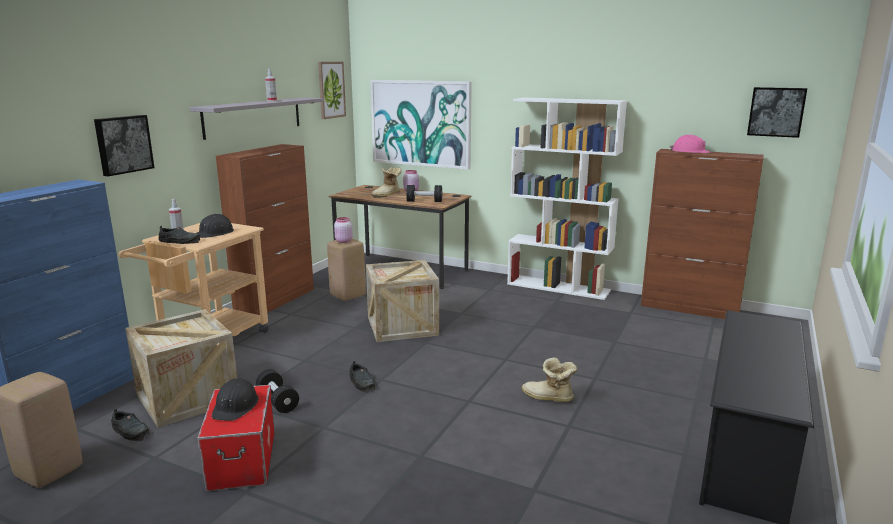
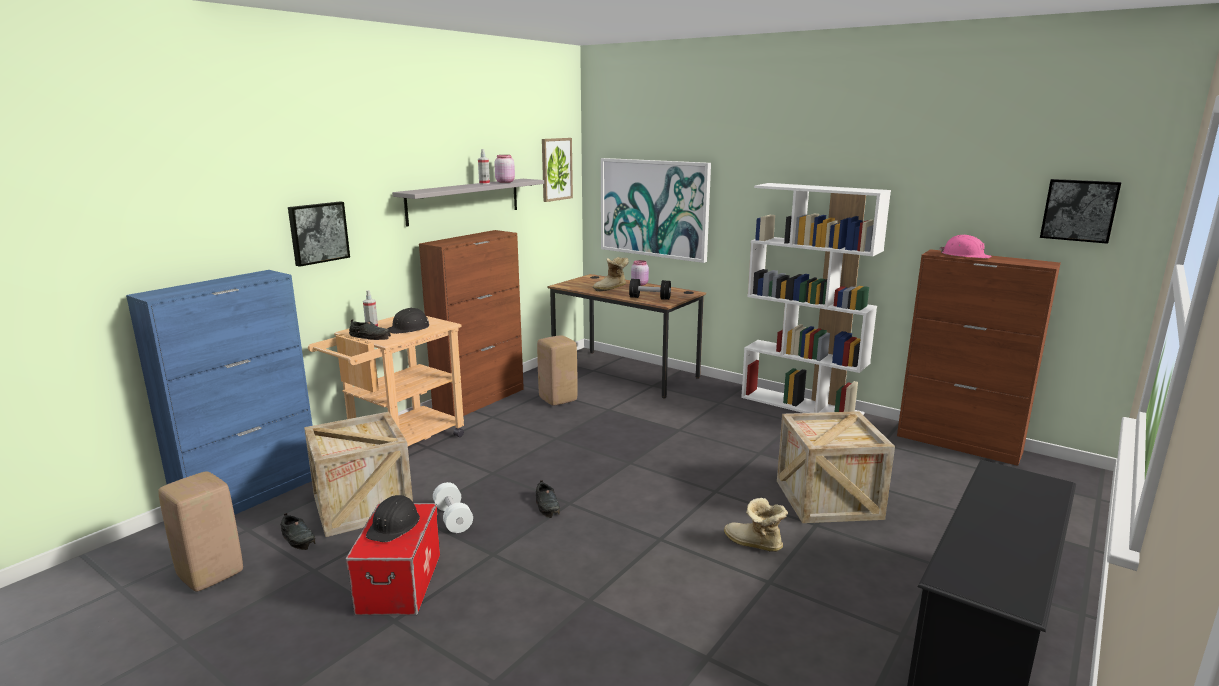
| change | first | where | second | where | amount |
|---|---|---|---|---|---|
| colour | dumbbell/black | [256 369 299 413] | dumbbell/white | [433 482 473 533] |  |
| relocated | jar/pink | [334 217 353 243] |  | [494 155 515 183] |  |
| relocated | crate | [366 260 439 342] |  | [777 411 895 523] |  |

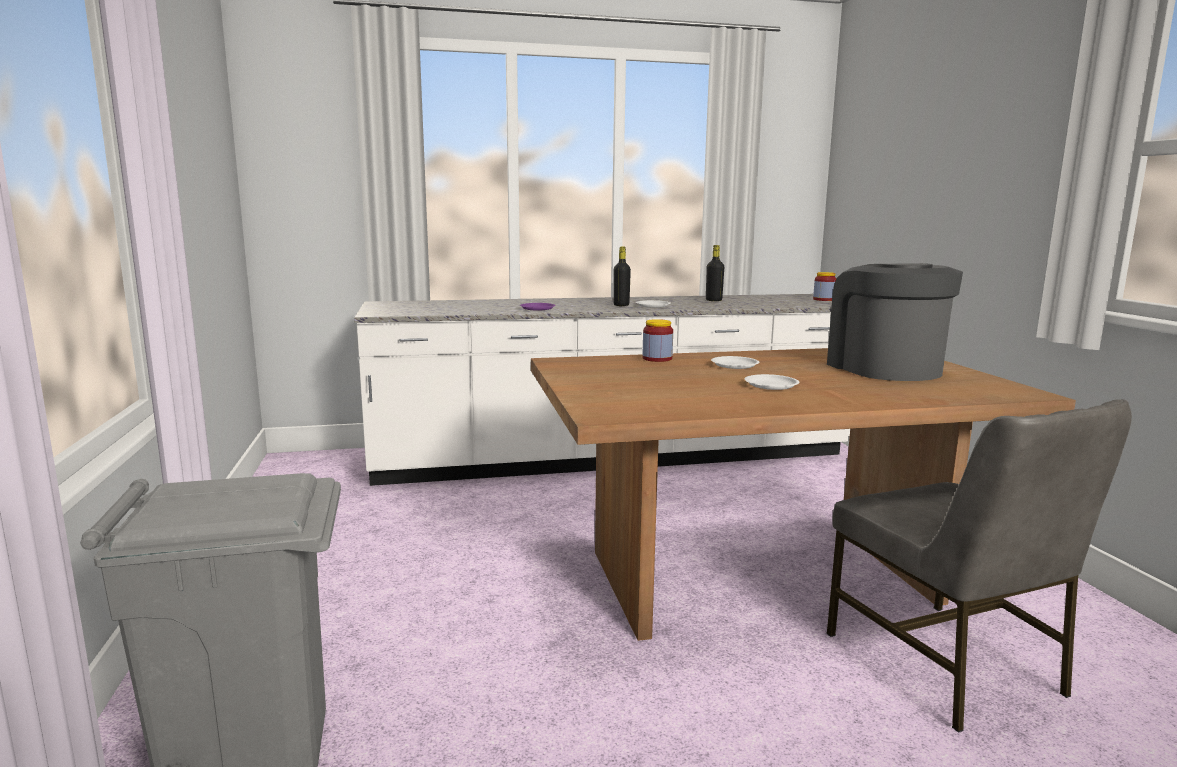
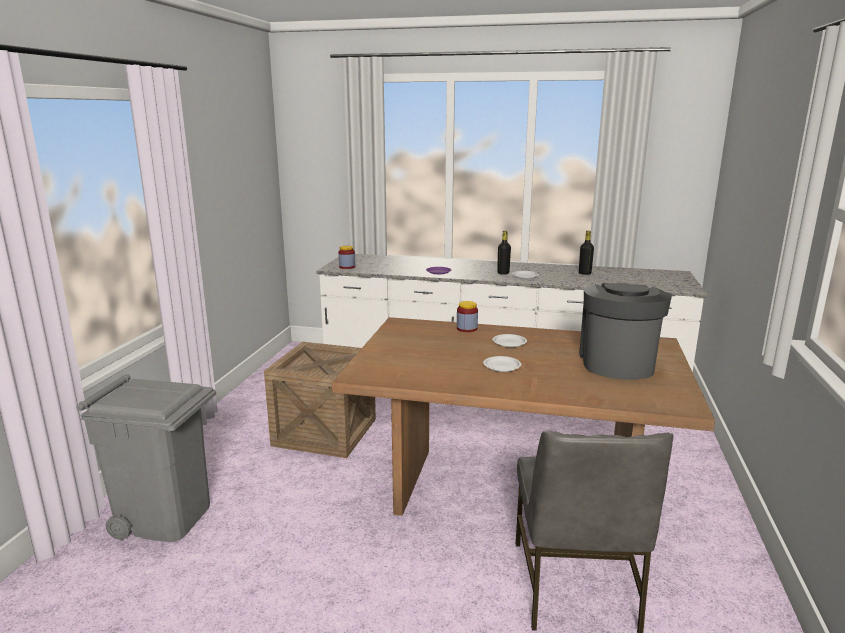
| change | first | where | second | where | amount |
|---|---|---|---|---|---|
| relocated | jar | [813 272 836 301] |  | [339 246 355 269] |  |
| appeared |  |  | crate | [264 342 376 458] |  |

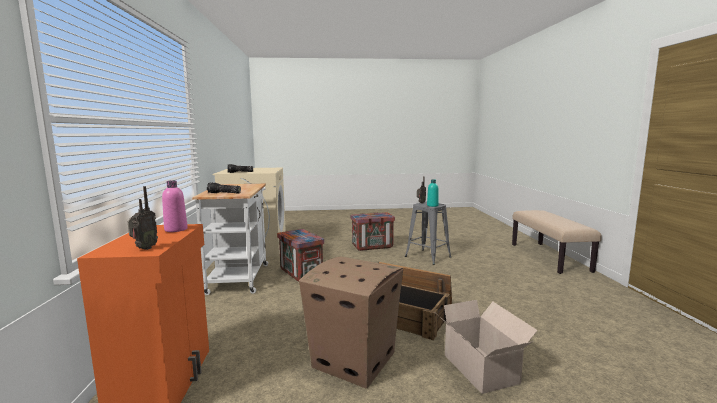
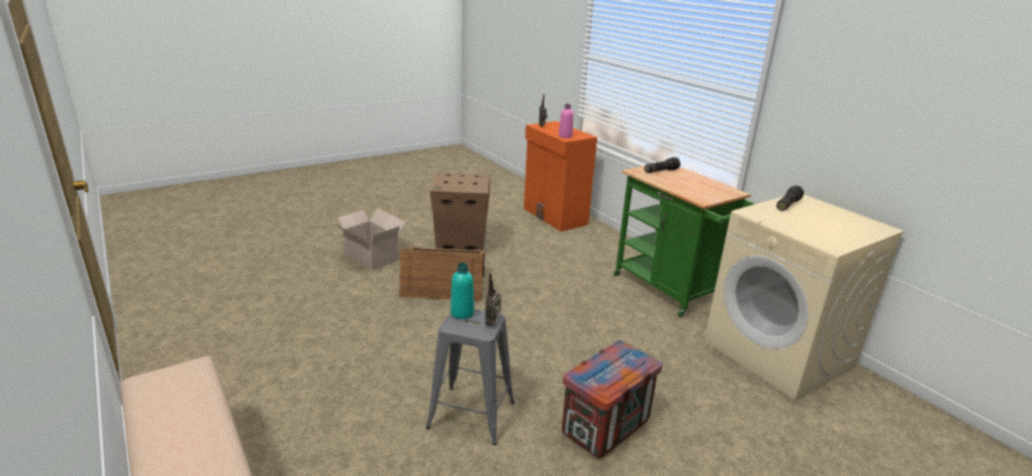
| change | first | where | second | where | amount |
|---|---|---|---|---|---|
| colour | cart/white | [192 184 268 295] | cart/green | [614 166 756 317] |  |
| missing | crate | [277 229 324 282] |  |  |  |

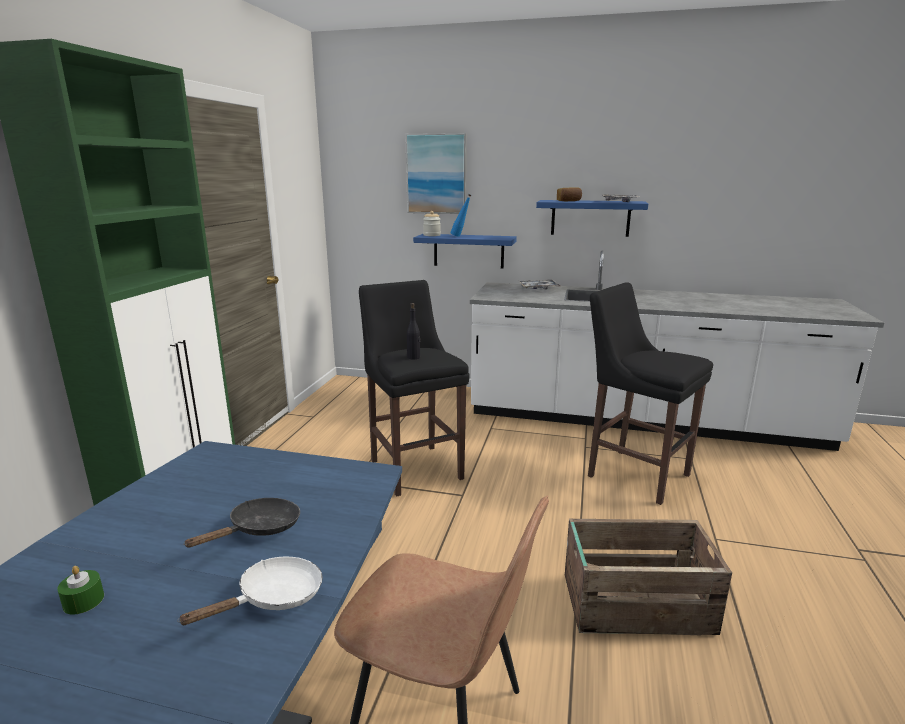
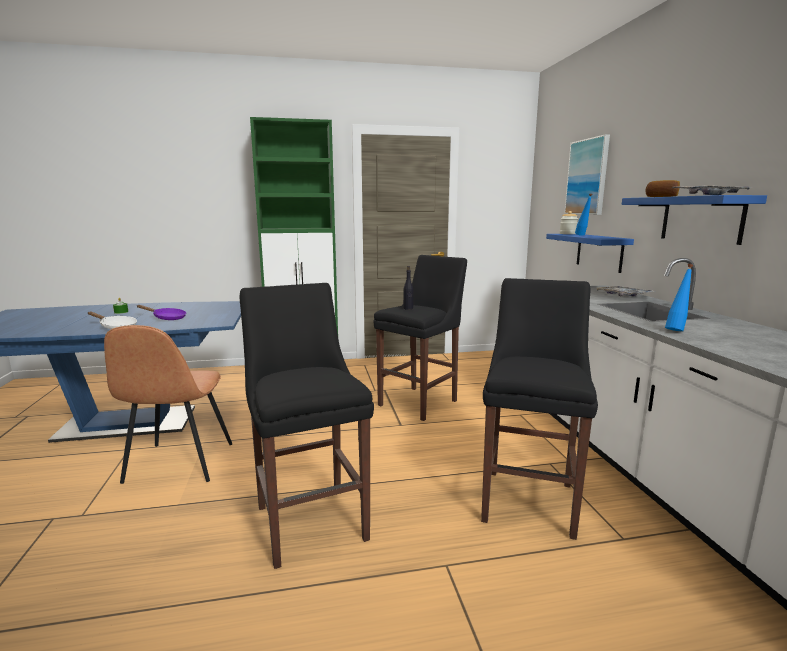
| change | first | where | second | where | amount |
|---|---|---|---|---|---|
| colour | frying pan/black | [183 498 300 548] | frying pan/purple | [137 305 186 320] |  |
| exchanged | crate | [565 519 732 635] | stool/black | [240 283 374 569] |  |
| appeared |  |  | bottle/blue | [665 264 693 331] |  |

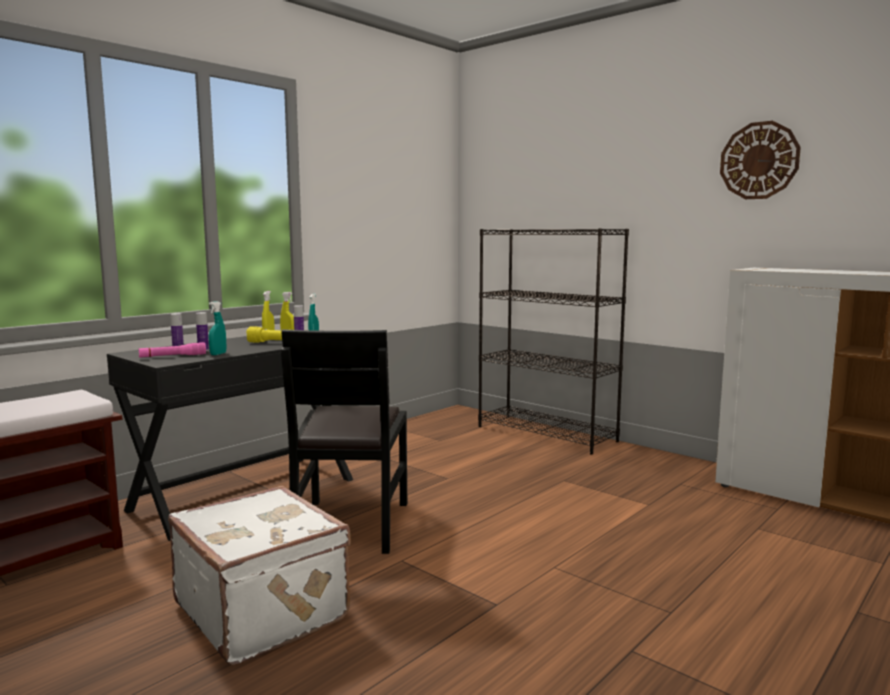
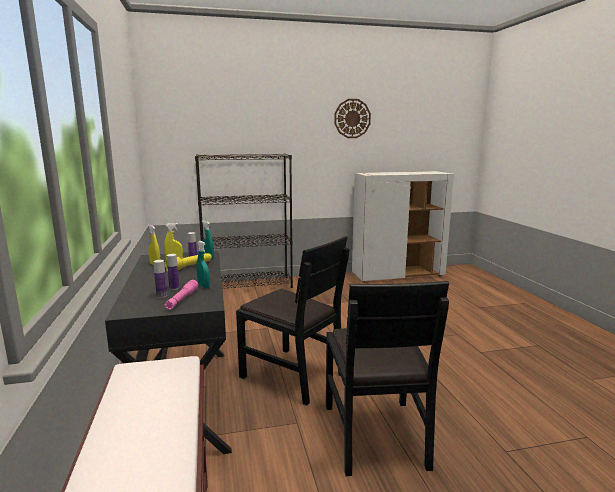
| change | first | where | second | where | amount |
|---|---|---|---|---|---|
| exchanged | suitcase/white | [168 486 351 665] | chair/black | [326 281 449 476] |  |

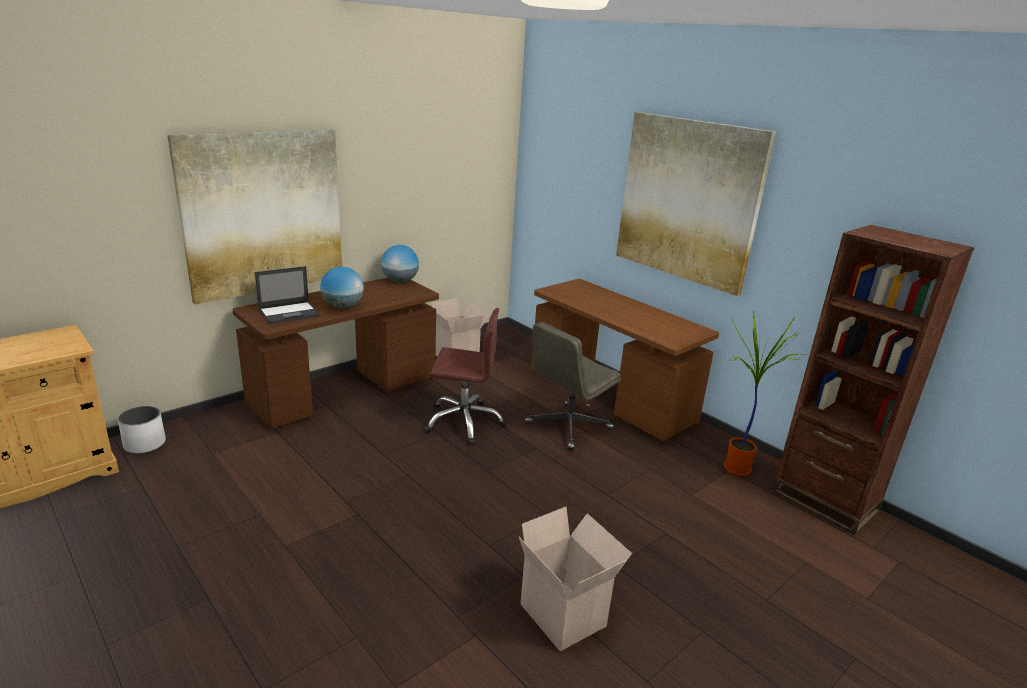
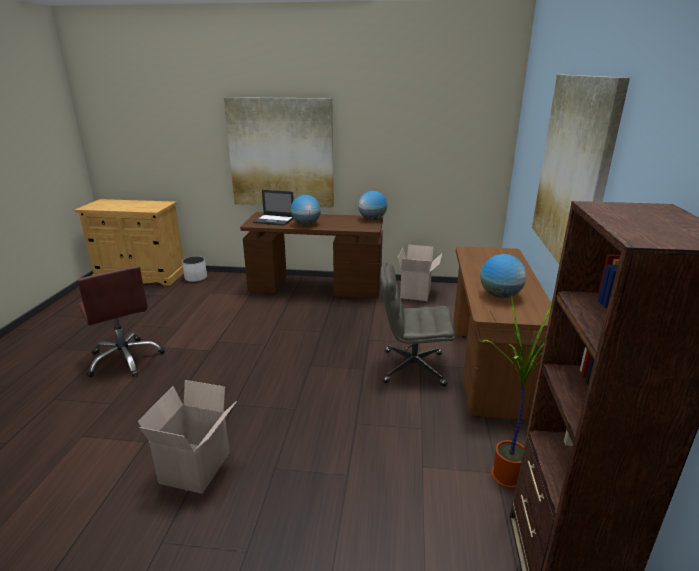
| change | first | where | second | where | amount |
|---|---|---|---|---|---|
| relocated | office chair/brown | [424 308 507 445] |  | [78 266 165 378] |  |
| appeared |  |  | globe | [480 254 527 298] |  |

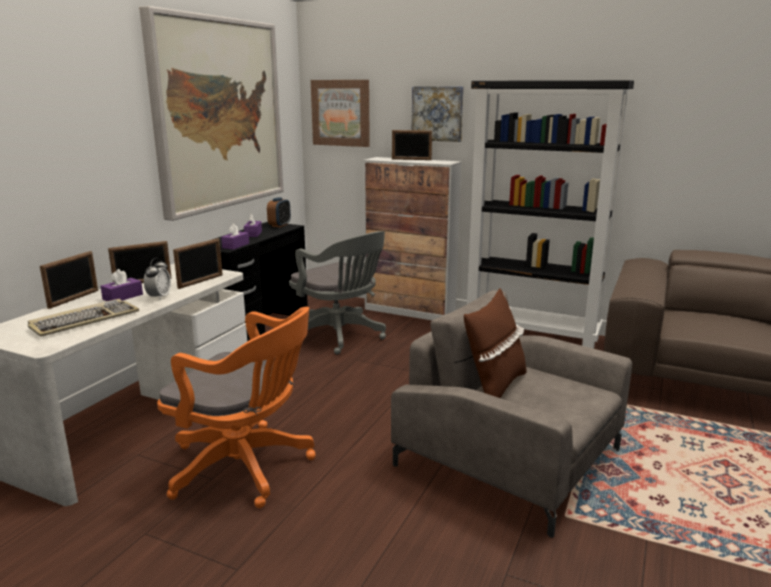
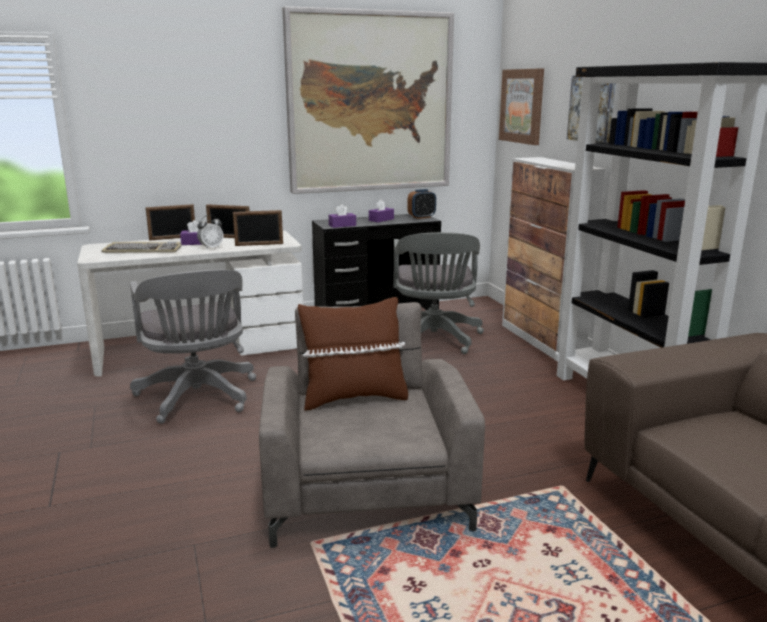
| change | first | where | second | where | amount |
|---|---|---|---|---|---|
| colour | office chair/orange | [157 307 316 508] | office chair/grey | [130 269 256 424] |  |
| missing | picture frame | [392 130 432 160] |  |  |  |

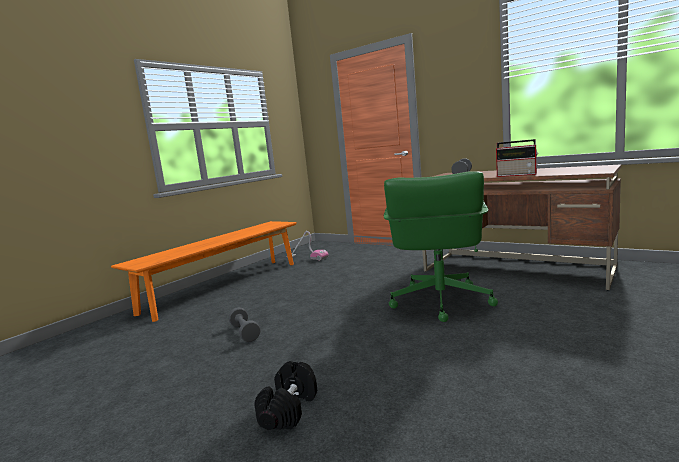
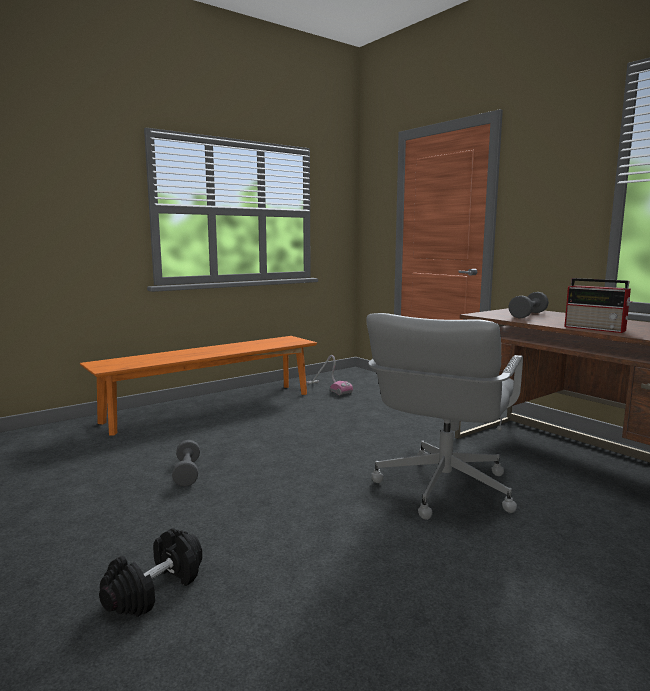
| change | first | where | second | where | amount |
|---|---|---|---|---|---|
| colour | office chair/green | [384 171 498 322] | office chair/grey | [366 313 523 520] |  |

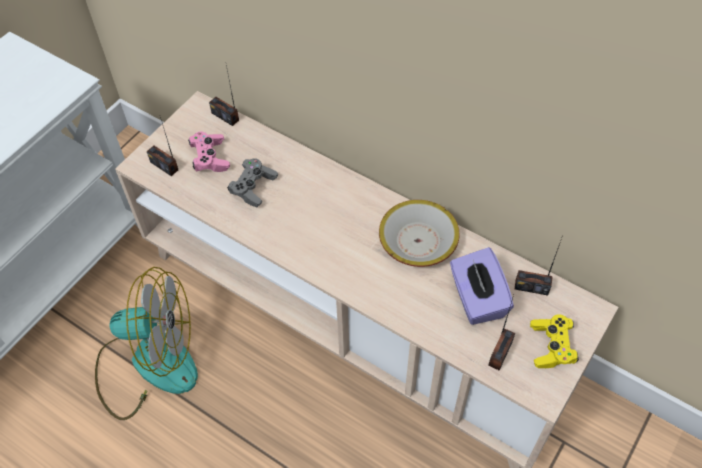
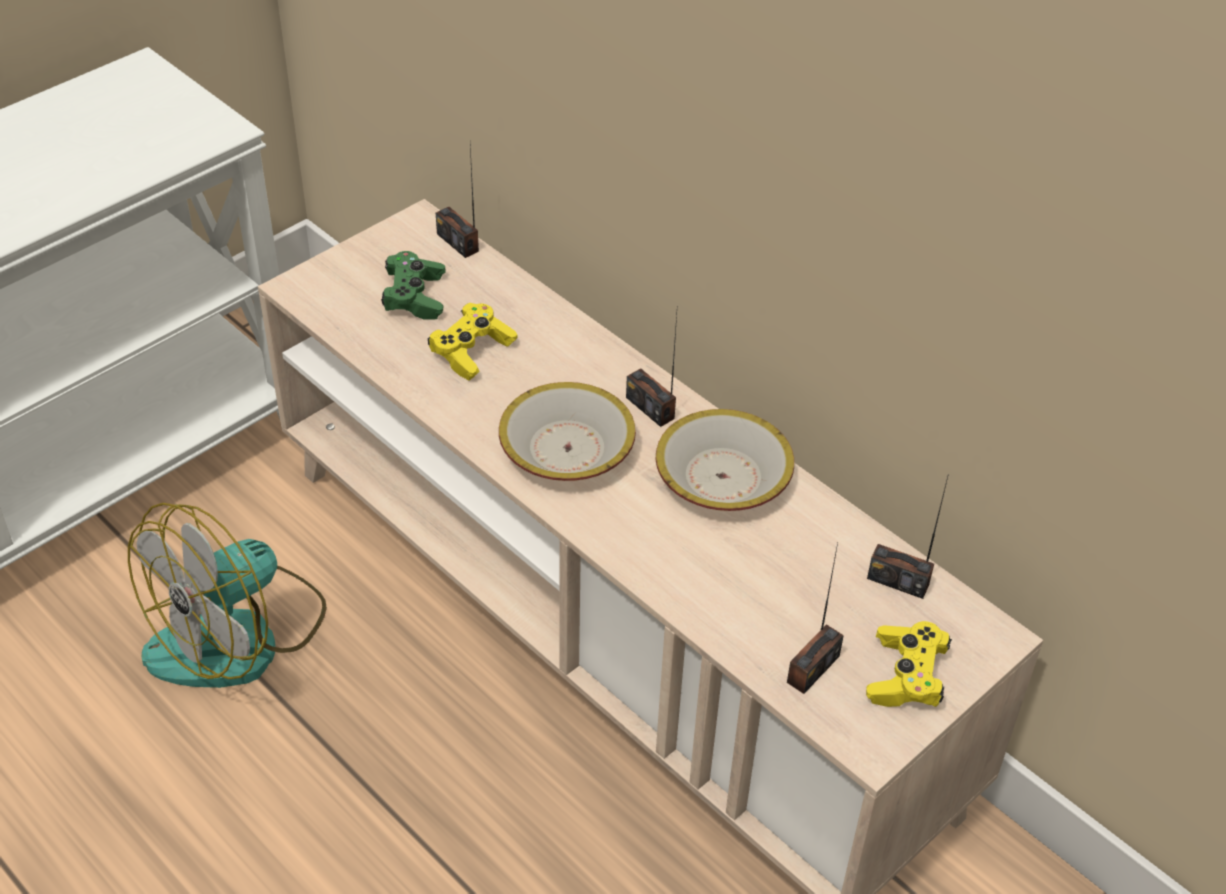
| change | first | where | second | where | amount |
|---|---|---|---|---|---|
| spun | fan | [95 267 198 420] |  | [128 503 327 688] | 120 degrees clockwise |
| relocated | radio | [147 117 178 176] |  | [626 314 677 427] |  |
| colour | game controller/pink | [188 131 230 172] | game controller/green | [381 251 446 320] |  |
| colour | game controller/grey | [227 158 278 207] | game controller/yellow | [428 303 517 381] |  |
| missing | tissue box/purple | [450 247 514 325] |  |  |  |
| appeared |  |  | bowl | [499 382 636 481] |  |

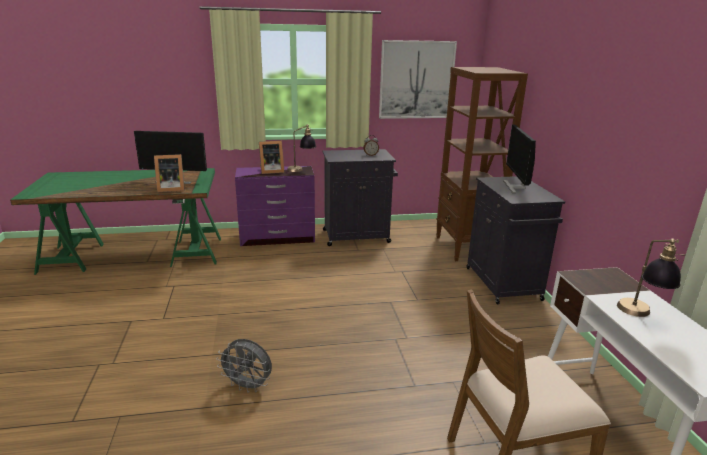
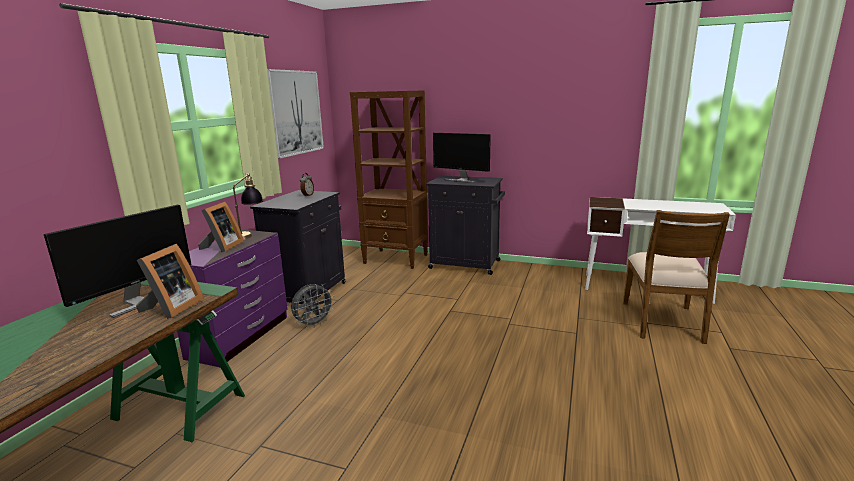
| change | first | where | second | where | amount |
|---|---|---|---|---|---|
| relocated | fan/grey | [217 339 272 393] |  | [291 284 335 328] |  |
| missing | table lamp | [617 239 686 317] |  |  |  |

